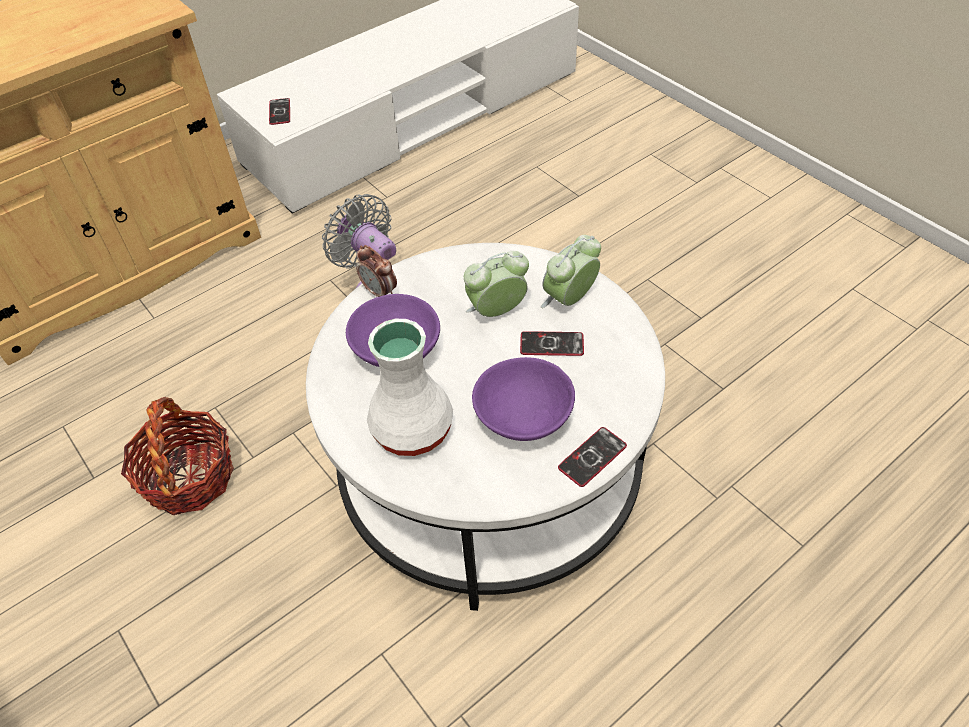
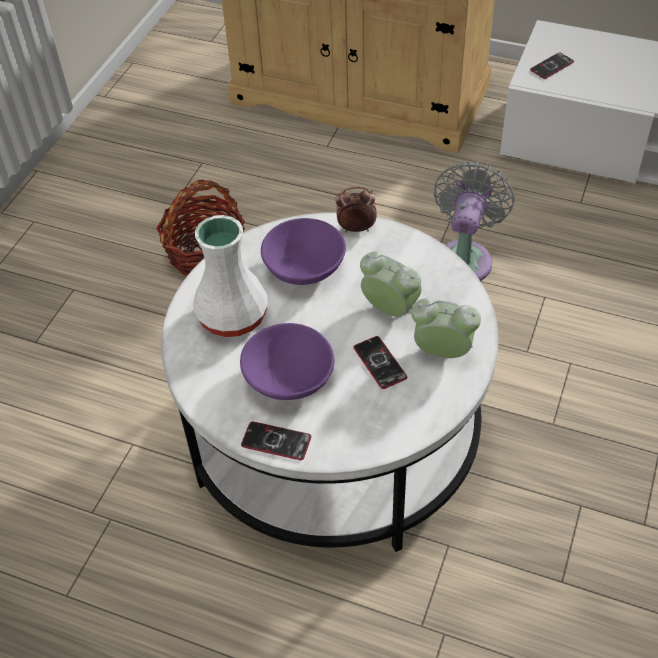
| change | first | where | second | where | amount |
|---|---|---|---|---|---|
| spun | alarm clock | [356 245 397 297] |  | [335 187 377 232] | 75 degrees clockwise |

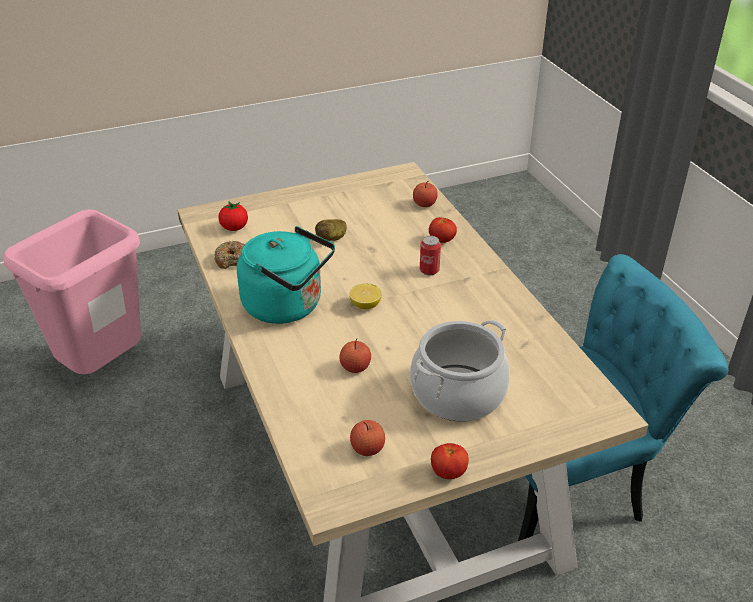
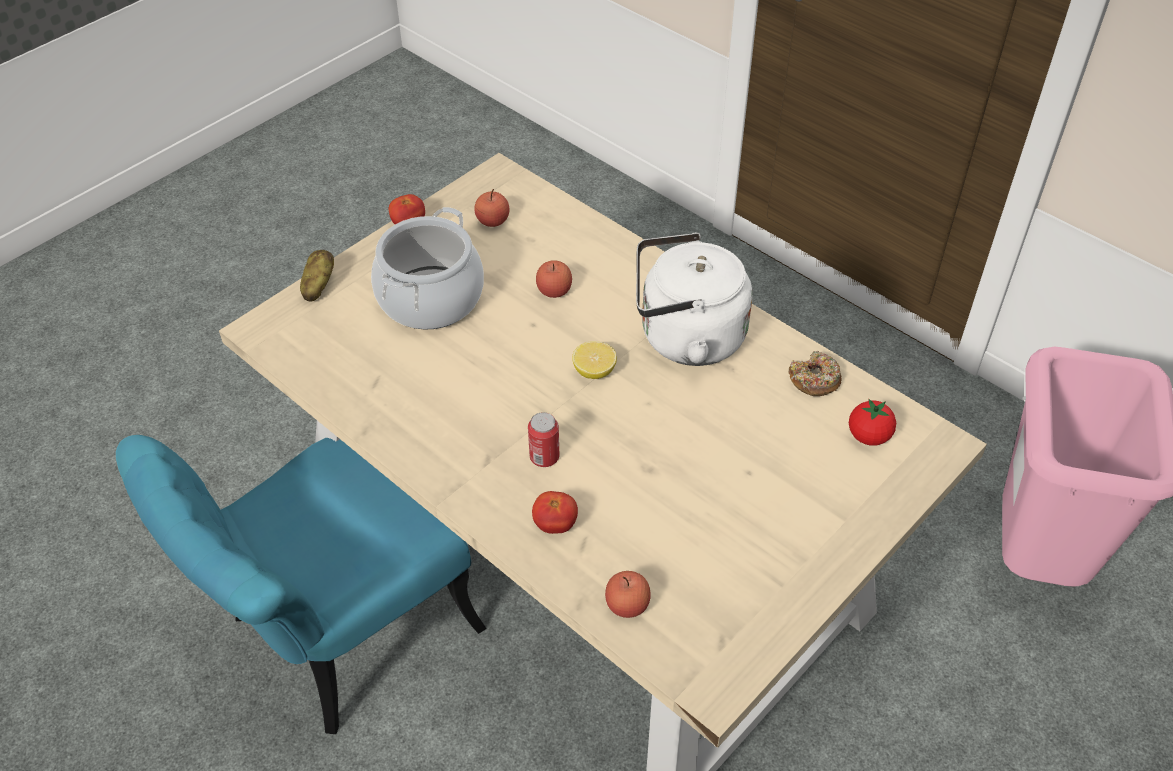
| change | first | where | second | where | amount |
|---|---|---|---|---|---|
| colour | kettle/turquoise | [237 226 335 324] | kettle/white | [636 233 752 366] |  |
| relocated | potato | [315 219 347 241] |  | [300 250 334 302] |  |

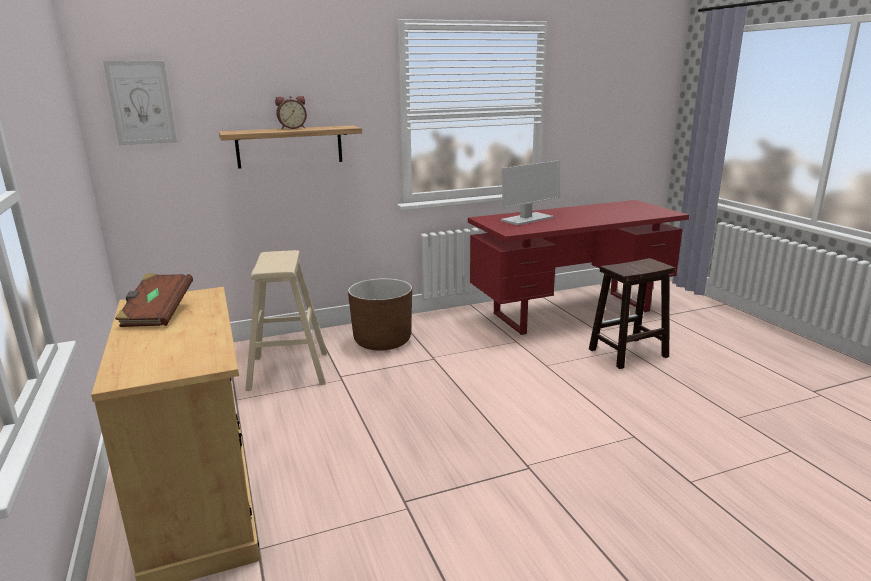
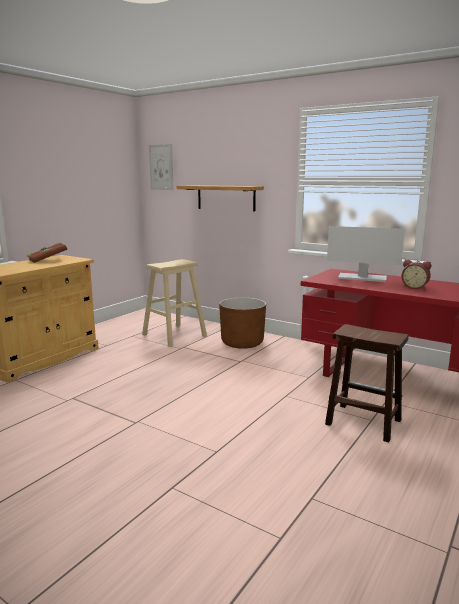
| change | first | where | second | where | amount |
|---|---|---|---|---|---|
| relocated | alarm clock | [275 96 307 129] |  | [401 260 431 290] |  |

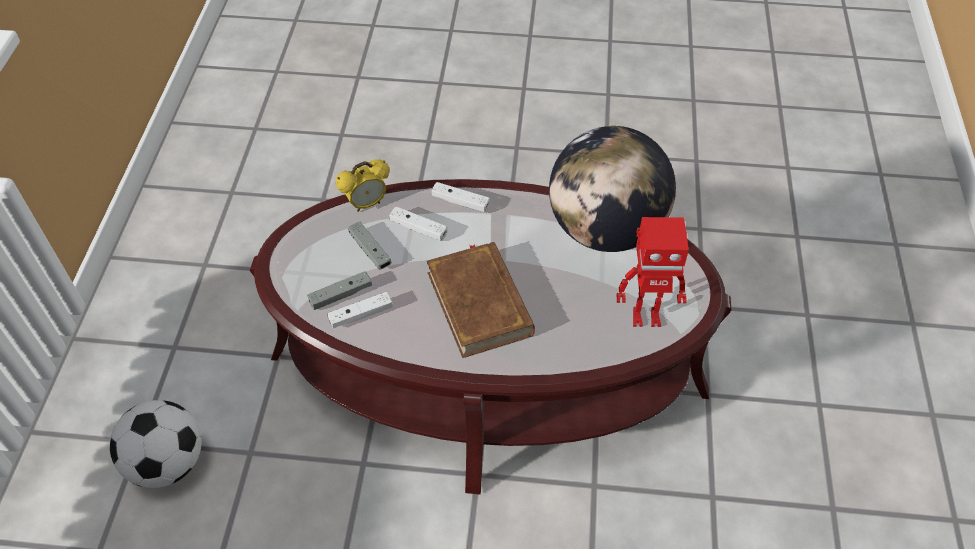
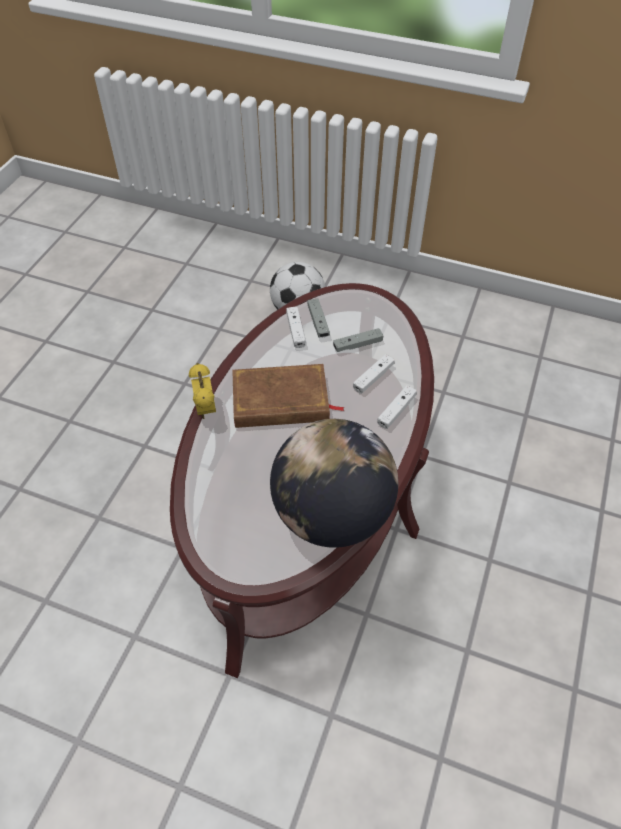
| change | first | where | second | where | amount |
|---|---|---|---|---|---|
| relocated | alarm clock | [336 159 389 212] |  | [189 363 216 419] |  |
| missing | toy robot | [616 217 689 327] |  |  |  |

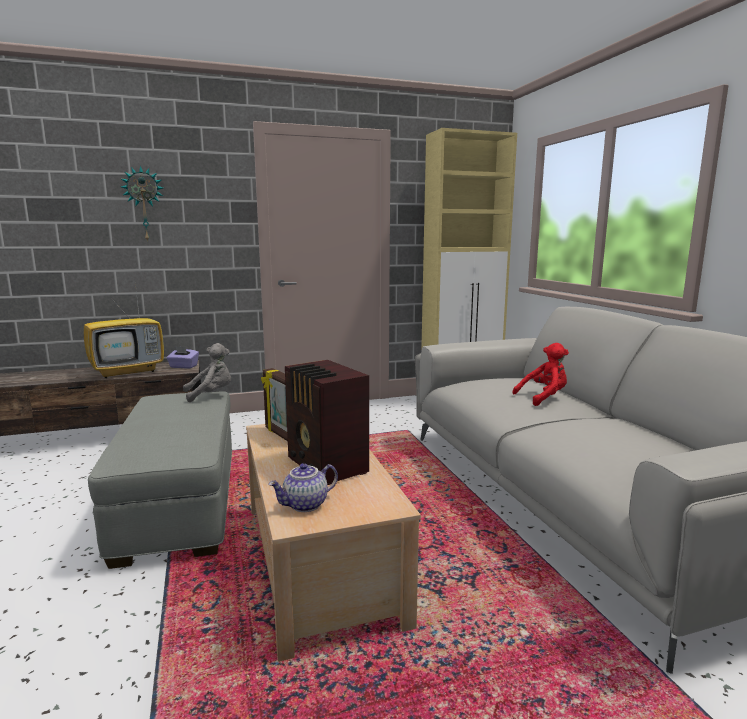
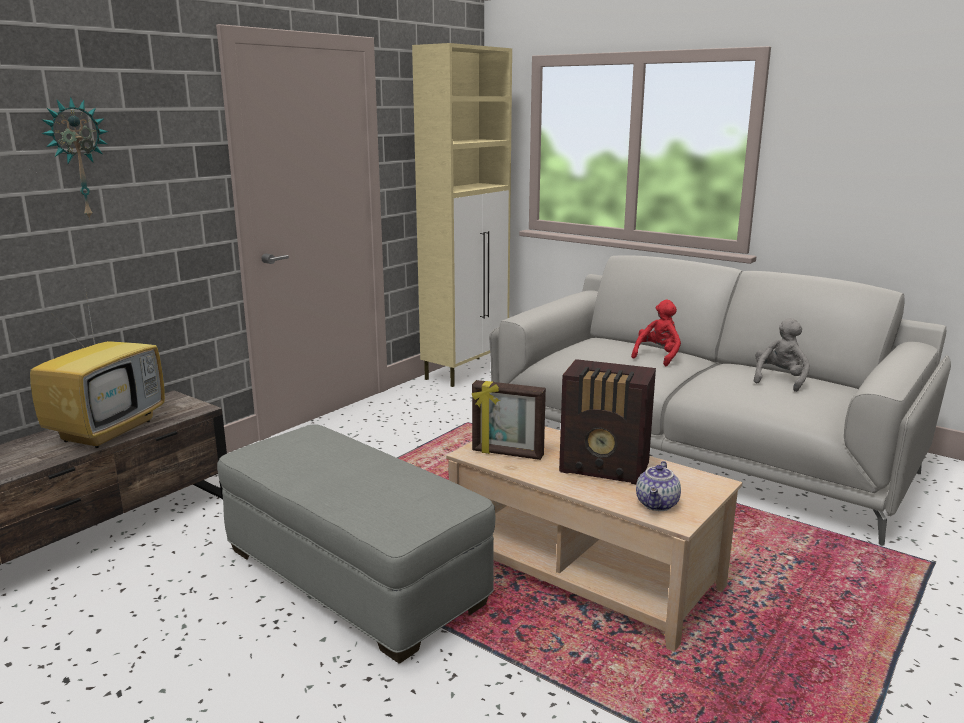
| change | first | where | second | where | amount |
|---|---|---|---|---|---|
| missing | tissue box/purple | [166 346 199 369] |  |  |  |
| relocated | plush toy/grey | [183 343 231 402] |  | [754 318 810 392] |  |

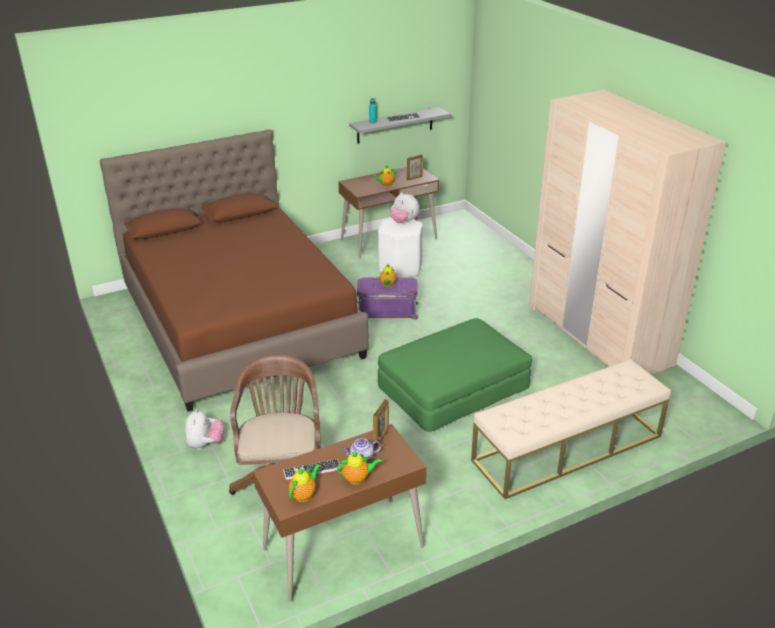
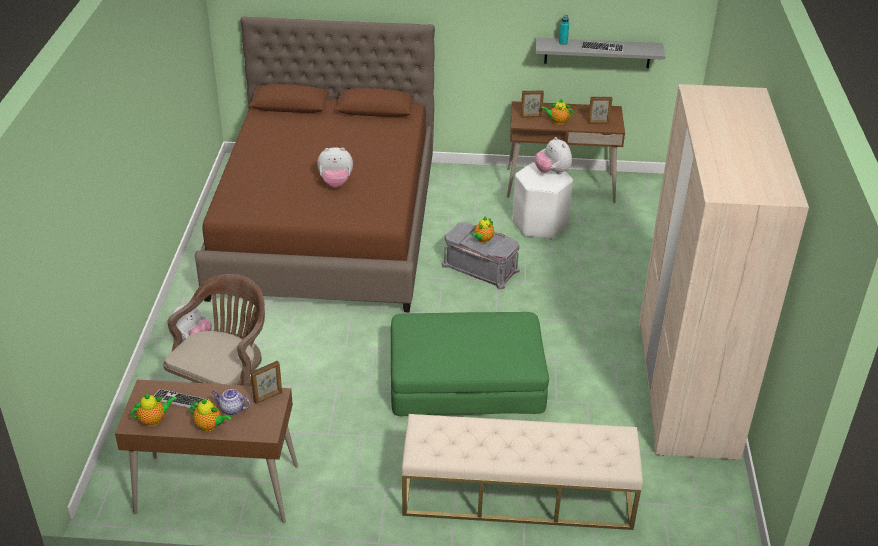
| change | first | where | second | where | amount |
|---|---|---|---|---|---|
| colour | storage box/purple | [357 277 419 320] | storage box/grey | [441 222 520 289] |  |
| appeared |  |  | plush toy | [317 147 353 187] |  |
| appeared |  |  | picture frame | [520 90 544 117] |  |

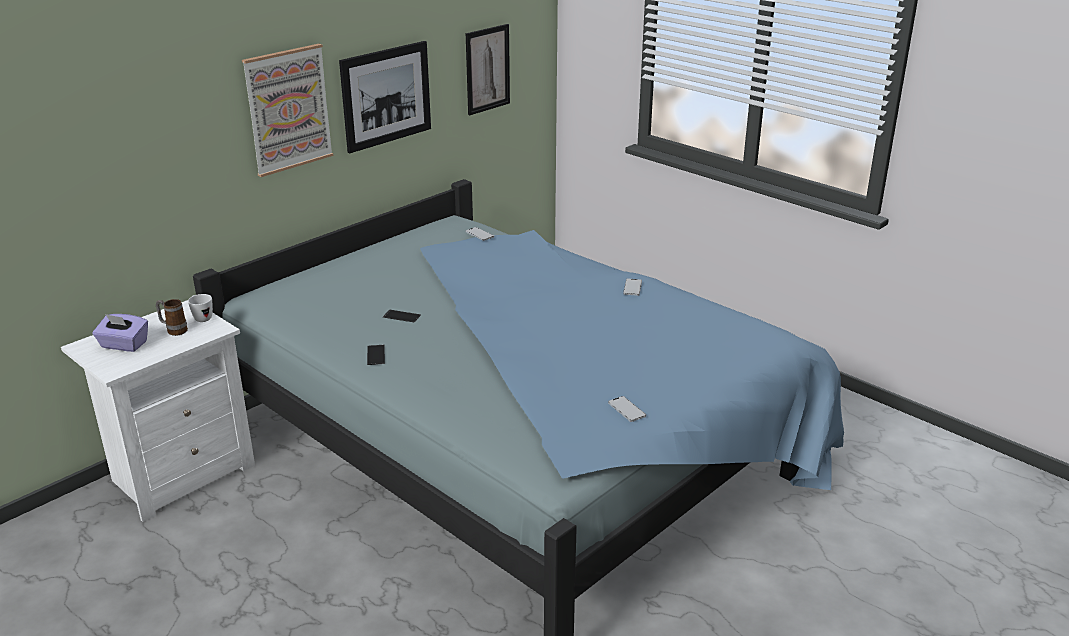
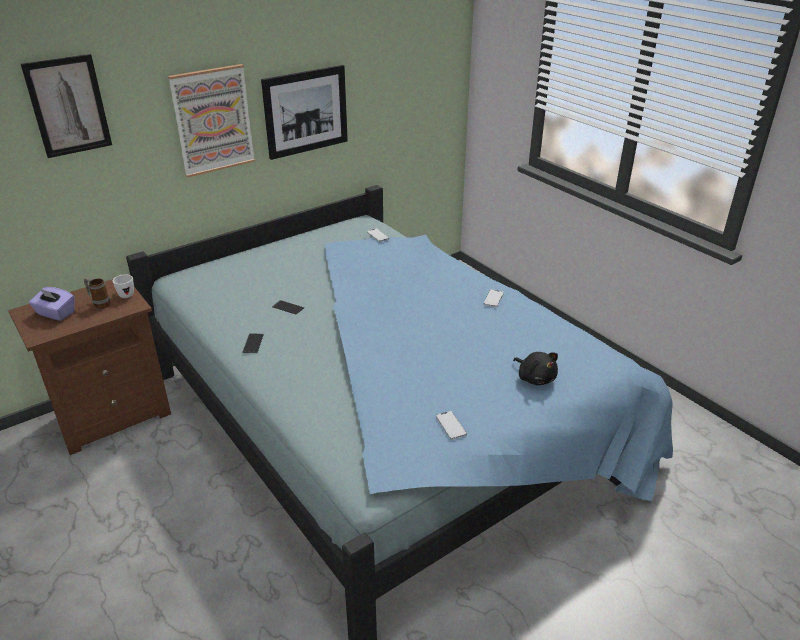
| change | first | where | second | where | amount |
|---|---|---|---|---|---|
| colour | nightstand/white | [61 300 255 522] | nightstand/brown | [8 279 171 455] |  |
| relocated | picture | [466 24 510 115] |  | [21 54 112 158] |  |
| appeared |  |  | plush toy/black | [513 352 558 385] |  |

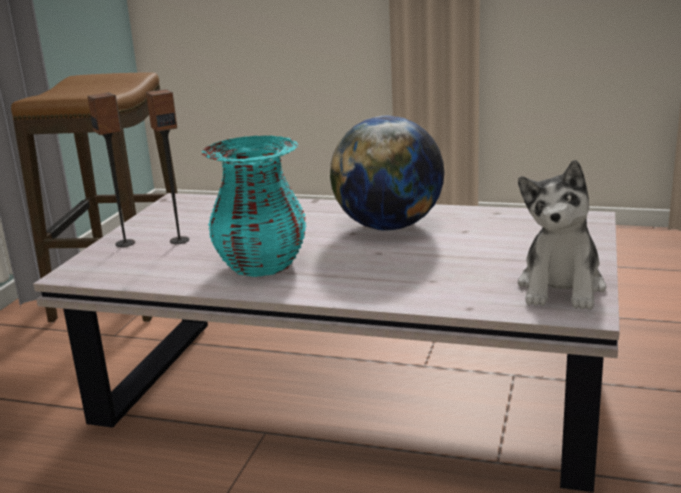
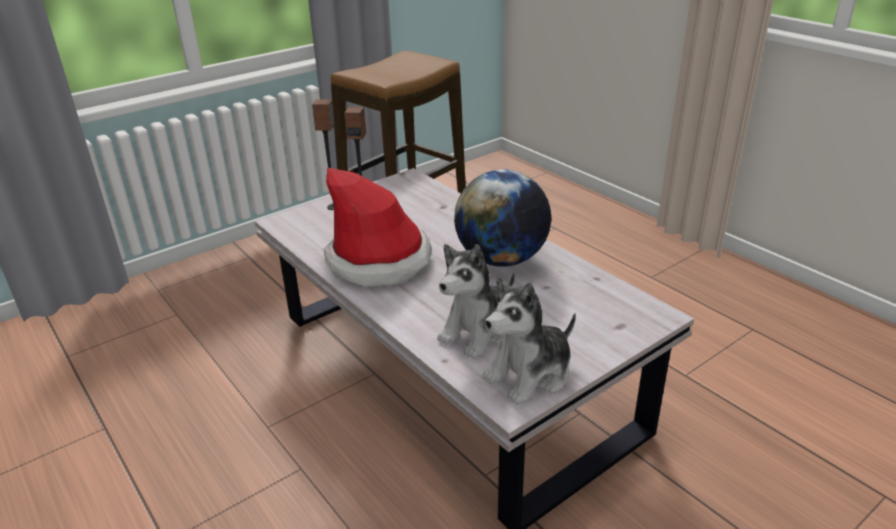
| change | first | where | second | where | amount |
|---|---|---|---|---|---|
| exchanged | vase/turquoise | [201 136 306 277] | hat | [324 168 432 286] |  |
| appeared |  |  | plush toy | [437 244 515 359] |  |

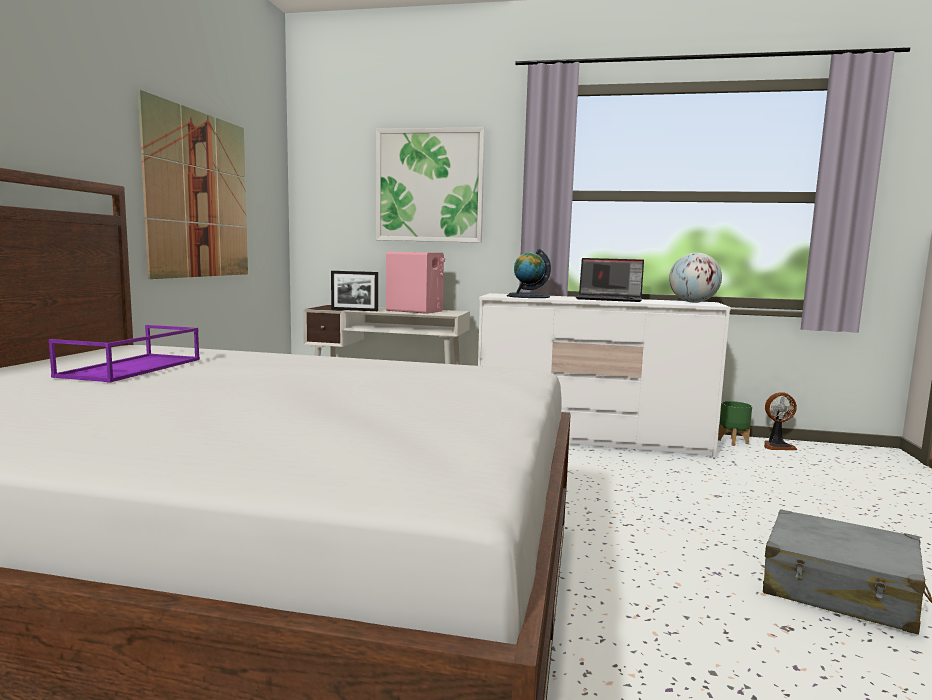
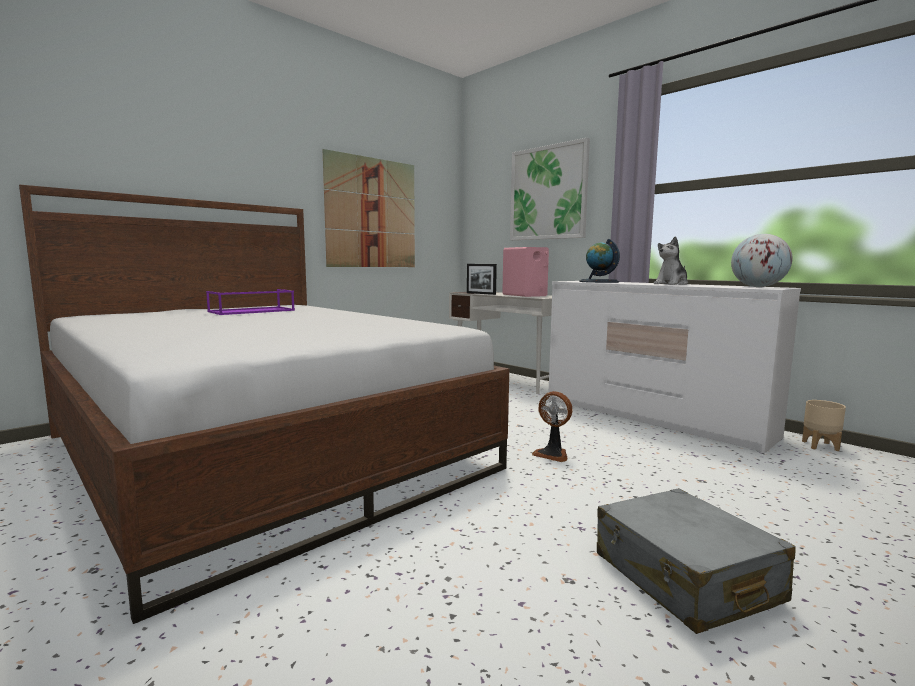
| change | first | where | second | where | amount |
|---|---|---|---|---|---|
| exchanged | laptop | [576 258 644 302] | plush toy | [654 236 688 285] |  |
| colour | planter/green | [718 401 752 446] | planter/beige | [802 400 846 451] |  |
| relocated | fan | [764 392 797 450] |  | [532 391 573 462] |  |

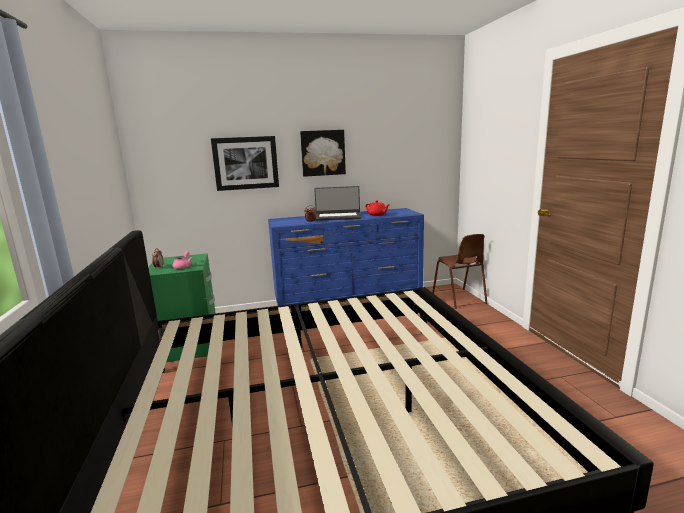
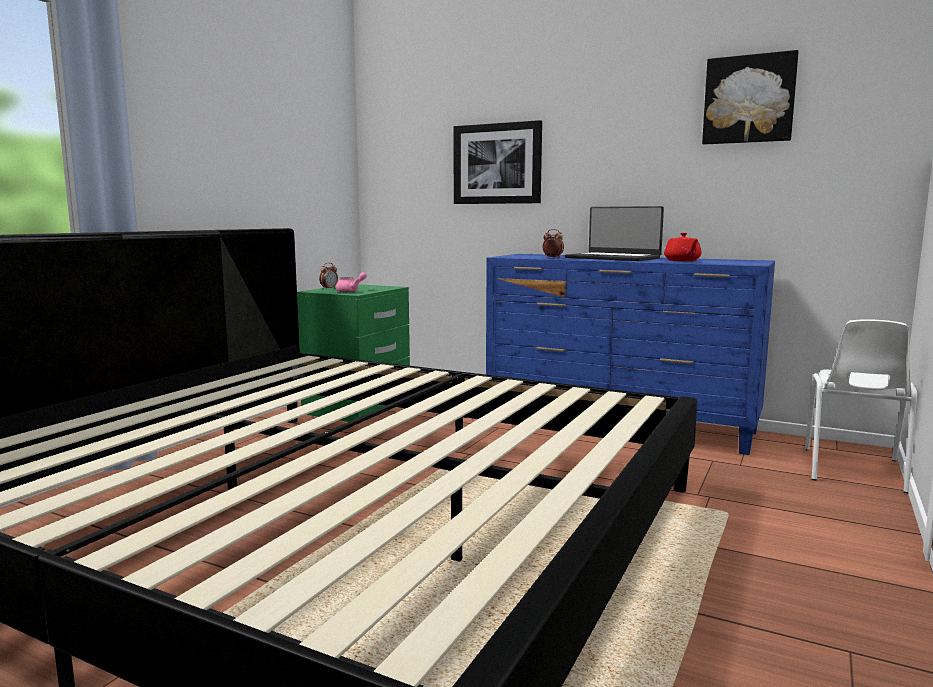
| change | first | where | second | where | amount |
|---|---|---|---|---|---|
| relocated | picture | [300 130 346 177] |  | [702 50 799 144] |  |
| colour | chair/brown | [432 234 487 309] | chair/white | [805 319 917 493] |  |

